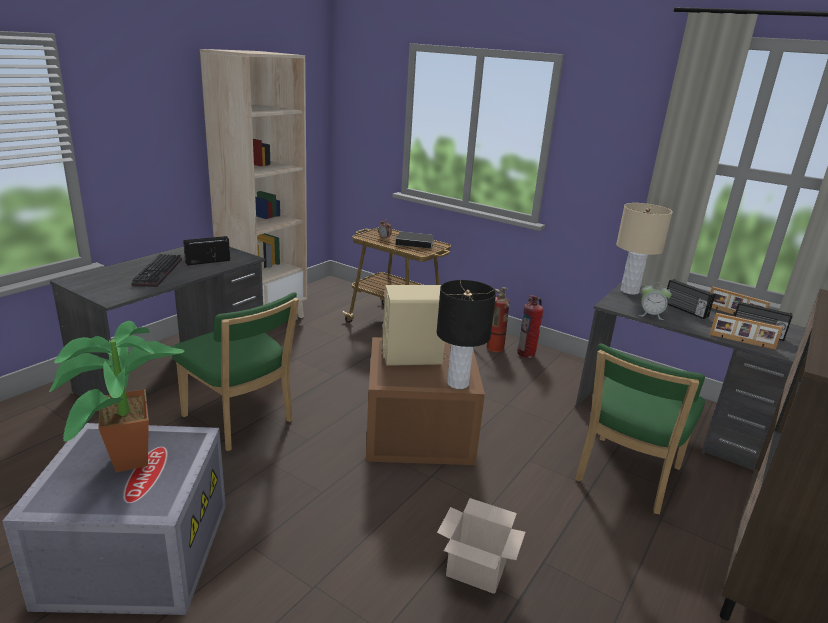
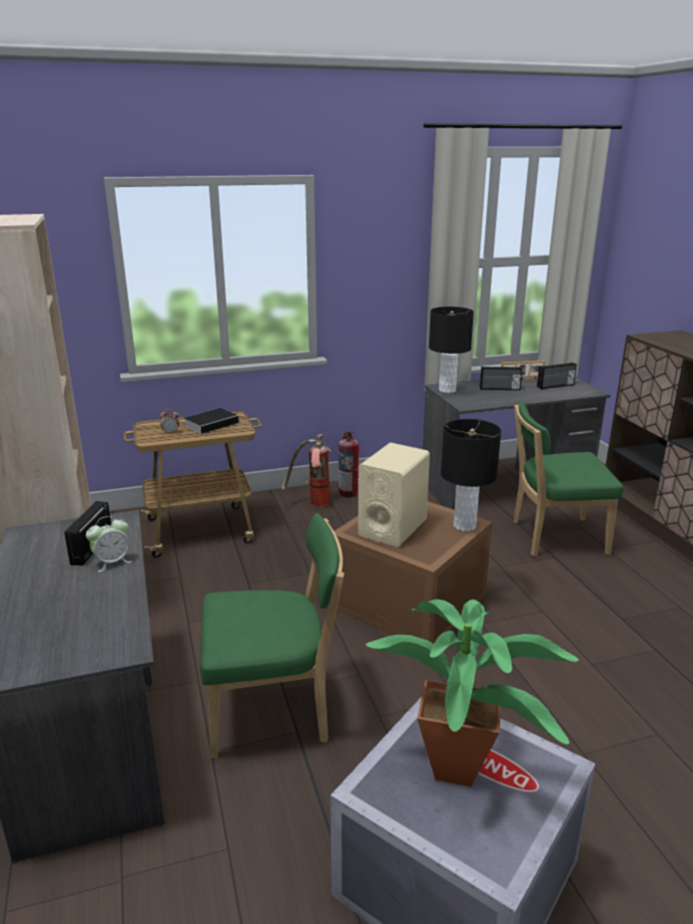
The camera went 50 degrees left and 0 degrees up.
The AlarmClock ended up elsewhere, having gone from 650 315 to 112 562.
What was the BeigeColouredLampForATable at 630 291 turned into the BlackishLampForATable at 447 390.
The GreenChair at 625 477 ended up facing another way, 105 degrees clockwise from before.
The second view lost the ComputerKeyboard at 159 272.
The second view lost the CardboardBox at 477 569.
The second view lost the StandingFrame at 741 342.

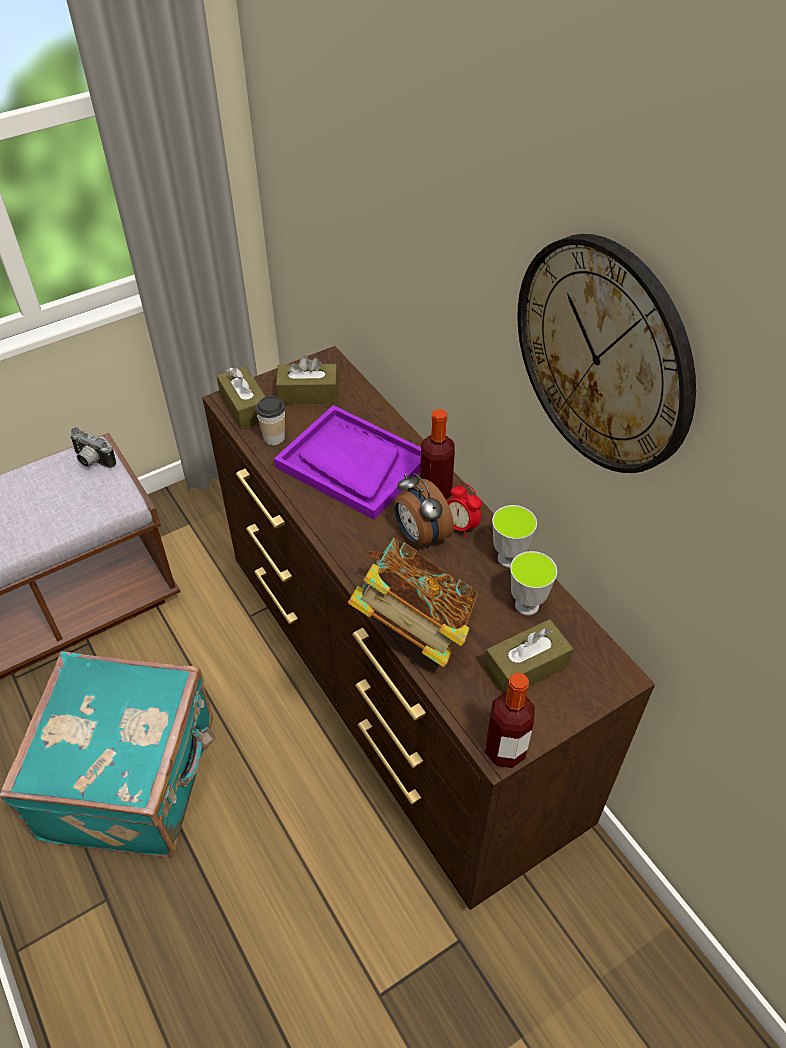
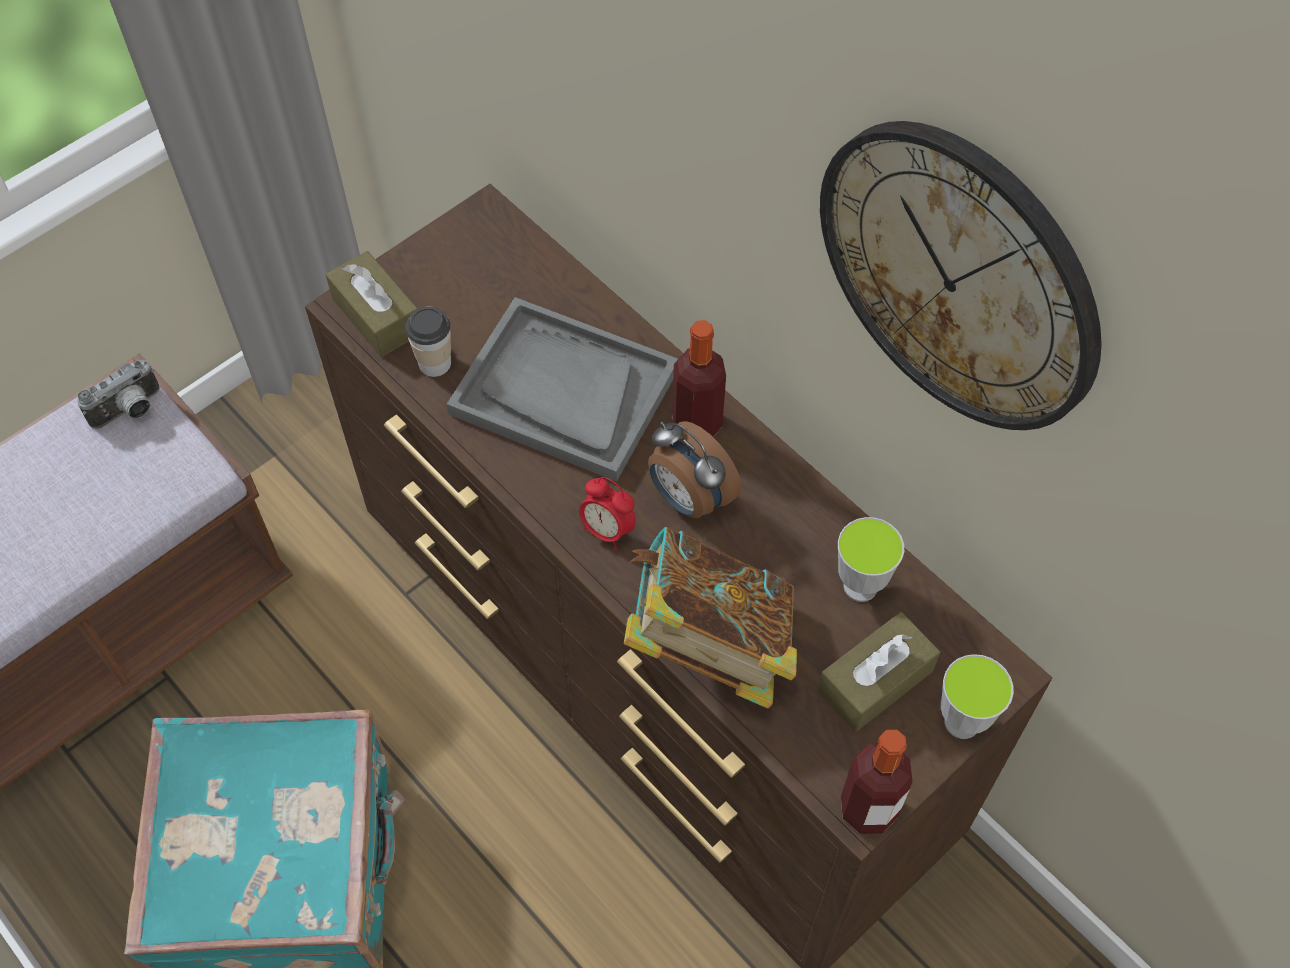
The camera went 10 degrees left and 10 degrees up.
The StillCamera at 92 461 ended up facing another way, 60 degrees counterclockwise from before.
What was the PurplishCarryingTray at 352 464 turned into the GreyishCarryingTray at 563 392.
The AlarmClock ended up elsewhere, having gone from 461 526 to 607 530.
The DrinkingCup ended up elsewhere, having gone from 509 558 to 962 722.
The second view lost the BrownishTissueHolder at 308 394.

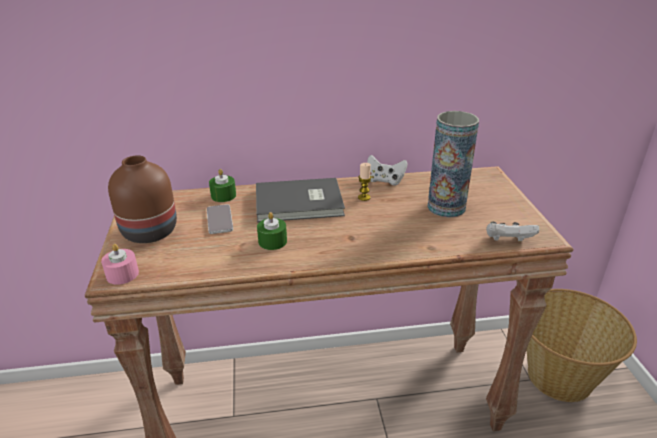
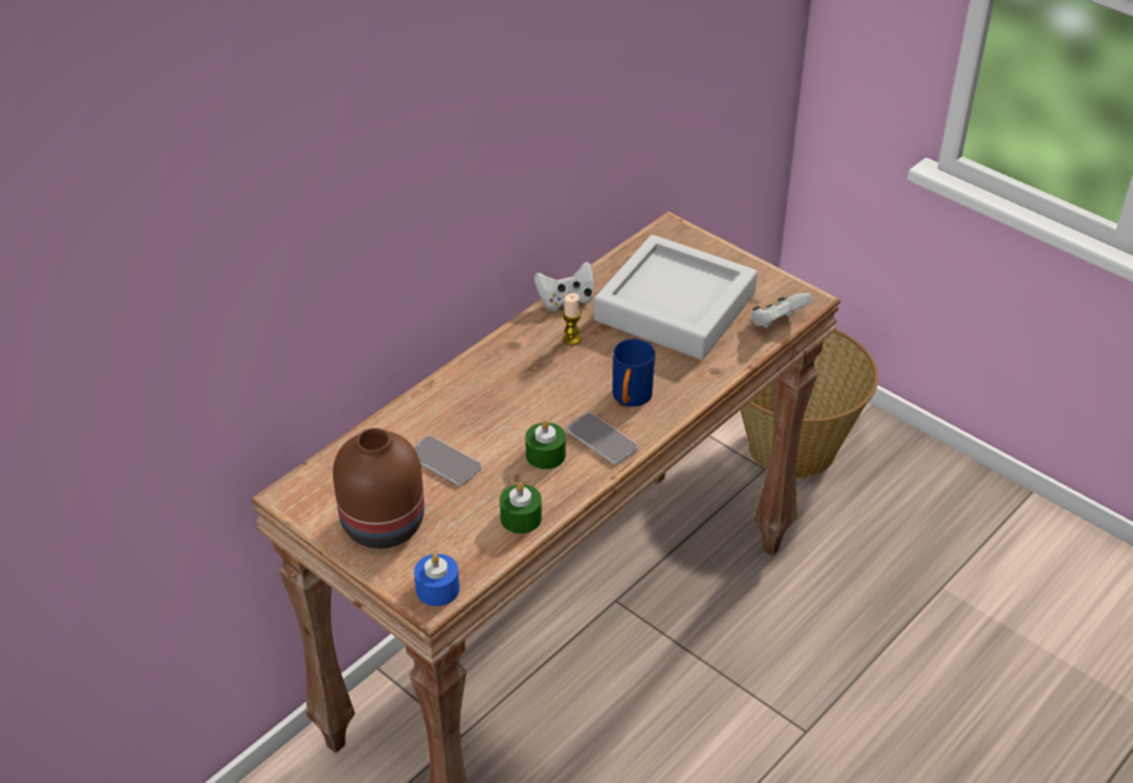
The camera went 40 degrees left and 10 degrees up.
What was the PinkWaxCandle at 122 274 turned into the BlueWaxCandle at 437 589.
The GreenWaxCandle ended up elsewhere, having gone from 223 195 to 521 518.
The second view gained the Phone at 602 439.
Where the FlowerVase stood at 446 207, the GreyishCarryingTray came to stand at 675 307.
The second view gained the BlueCoffeeMug at 630 399.
The second view lost the GreyishBoundBook at 300 203.

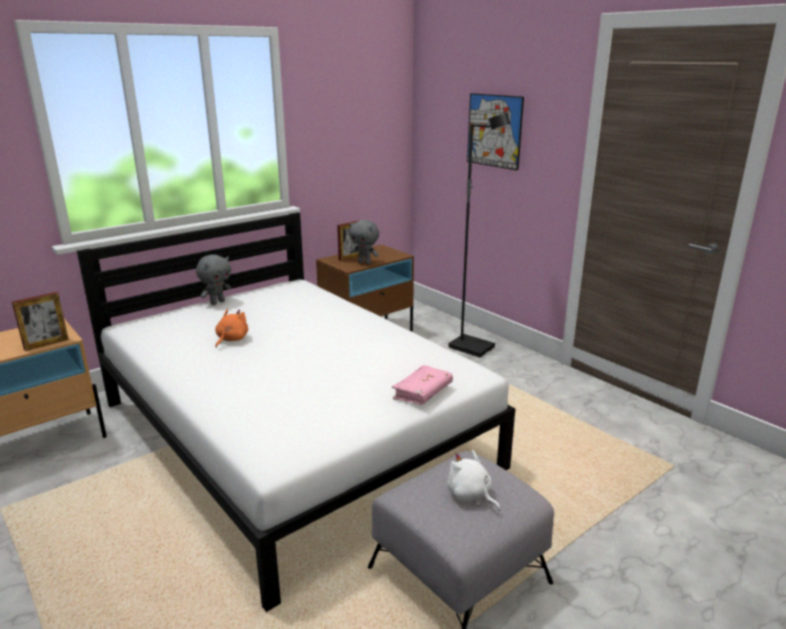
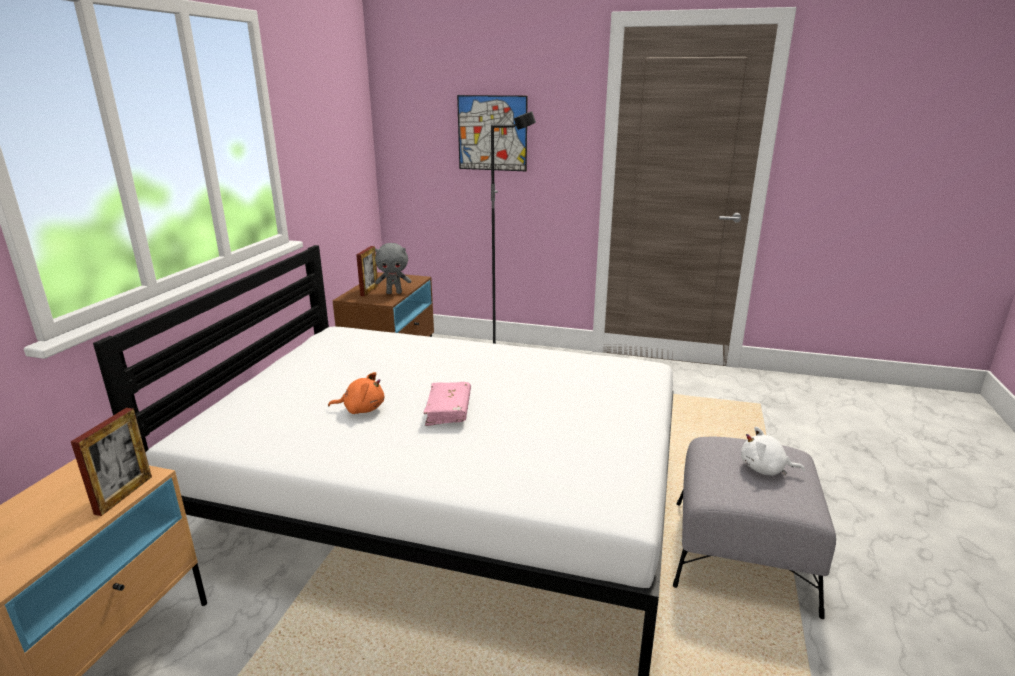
The camera went 35 degrees left and 0 degrees up.
The OrangeySoftToy at 231 339 ended up facing another way, 105 degrees clockwise from before.
The PinkBoundBook ended up elsewhere, having gone from 422 392 to 448 410.
The second view lost the GreyishSoftToy at 217 302.

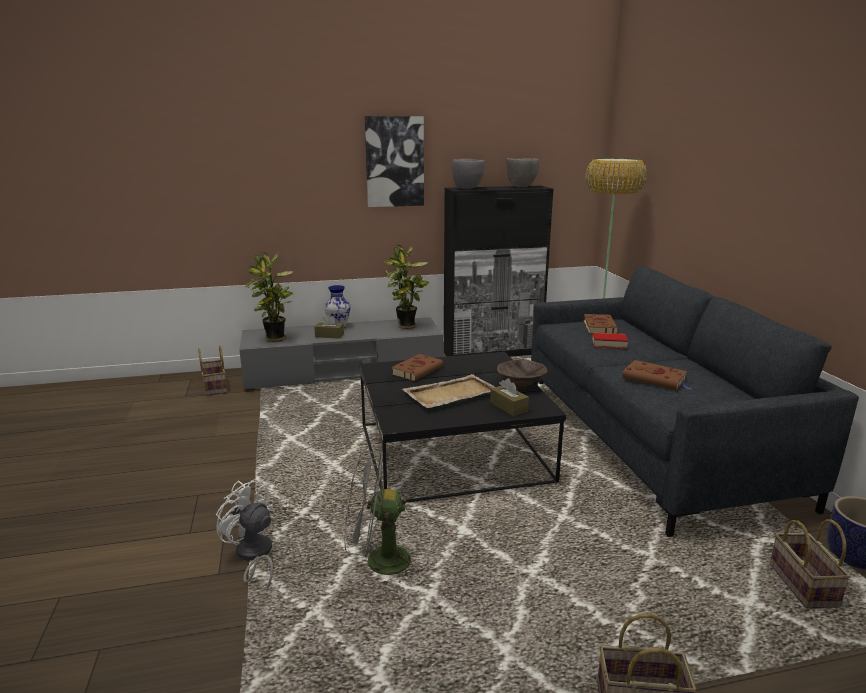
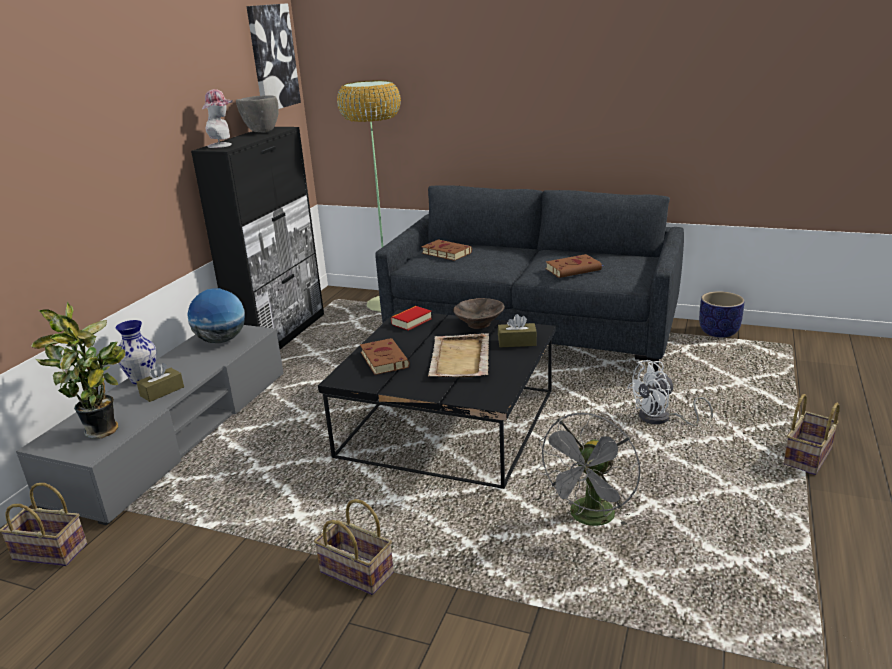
The camera went 55 degrees left and 5 degrees up.
Where the PlantInAPot stood at 407 327, the DeskGlobe came to stand at 221 340.
Where the GreyishServingBowl stood at 468 188, the Hat came to stand at 223 145.
The WallPicture ended up elsewhere, having gone from 394 161 to 272 57.
The HouseholdBasket ended up elsewhere, having gone from 800 584 to 354 572.
The BoundBook ended up elsewhere, having gone from 609 344 to 411 321.
The WhitishElectricFan ended up elsewhere, having gone from 253 556 to 661 419.

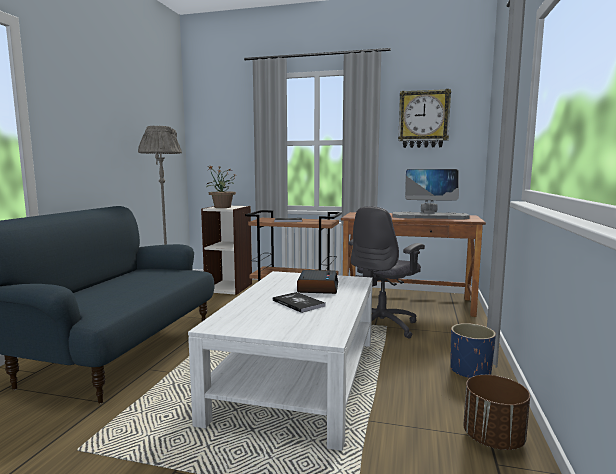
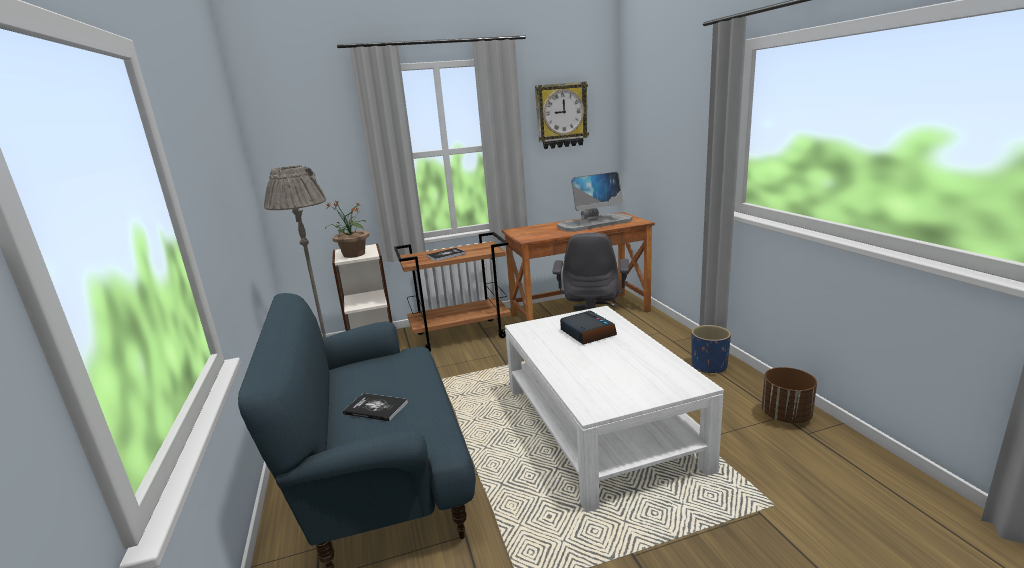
The camera went 30 degrees left and 10 degrees up.
The BoundBook ended up elsewhere, having gone from 298 303 to 376 408.

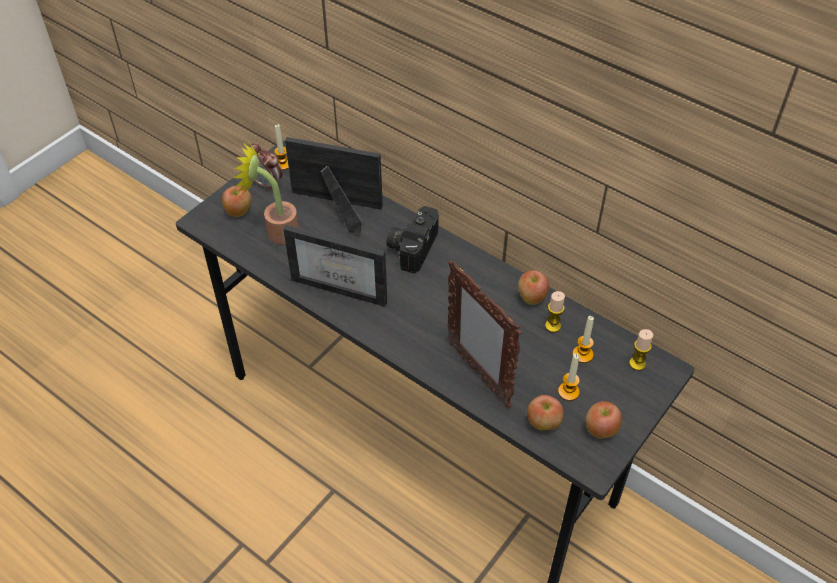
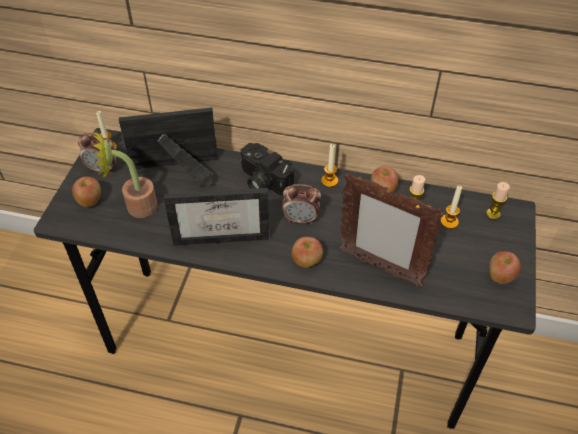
The camera went 25 degrees left and 0 degrees up.
The StillCamera at 412 246 ended up facing another way, 45 degrees counterclockwise from before.
The second view gained the AlarmClock at 300 219.
The WholeApple ended up elsewhere, having gone from 543 423 to 306 262.
The WaxCandle ended up elsewhere, having gone from 568 392 to 329 181.

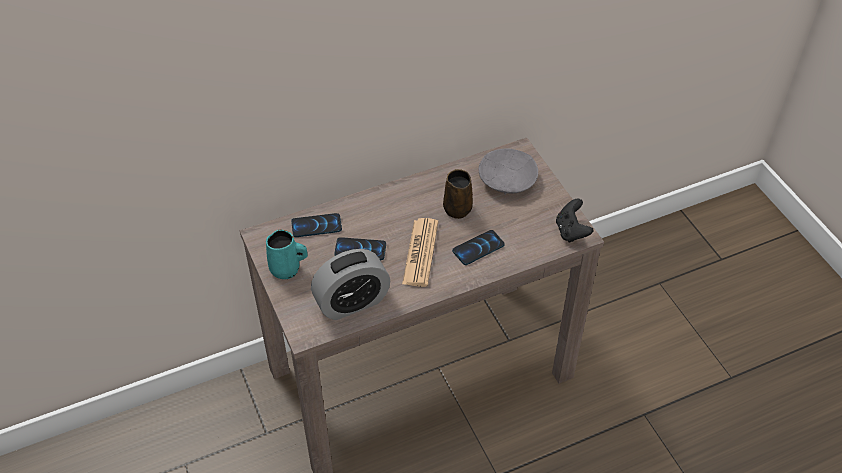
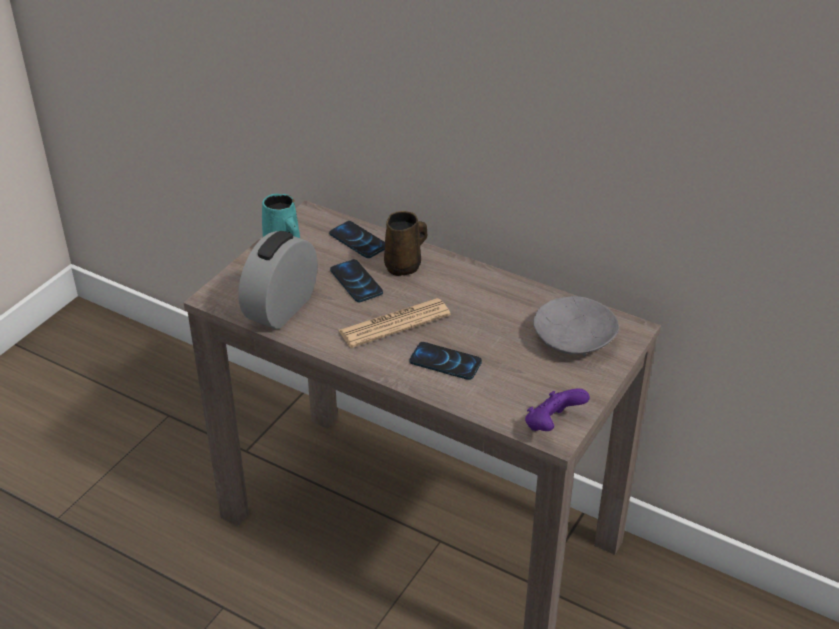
The camera went 55 degrees right and 10 degrees down.
The AlarmClock at 352 302 ended up facing another way, 90 degrees clockwise from before.
The BrownishCoffeeMug ended up elsewhere, having gone from 457 208 to 404 266.
What was the BlackishGamepad at 571 231 turned into the PurplishGamepad at 552 425.

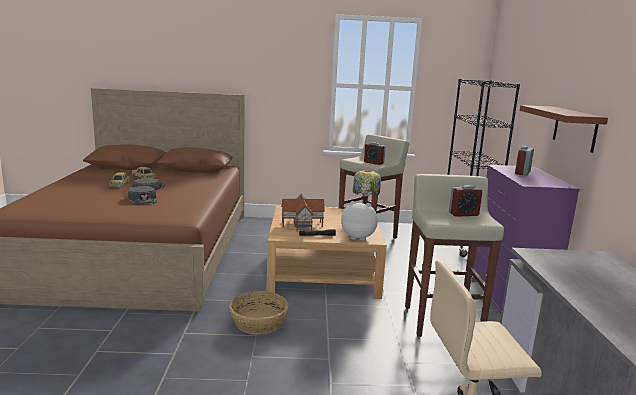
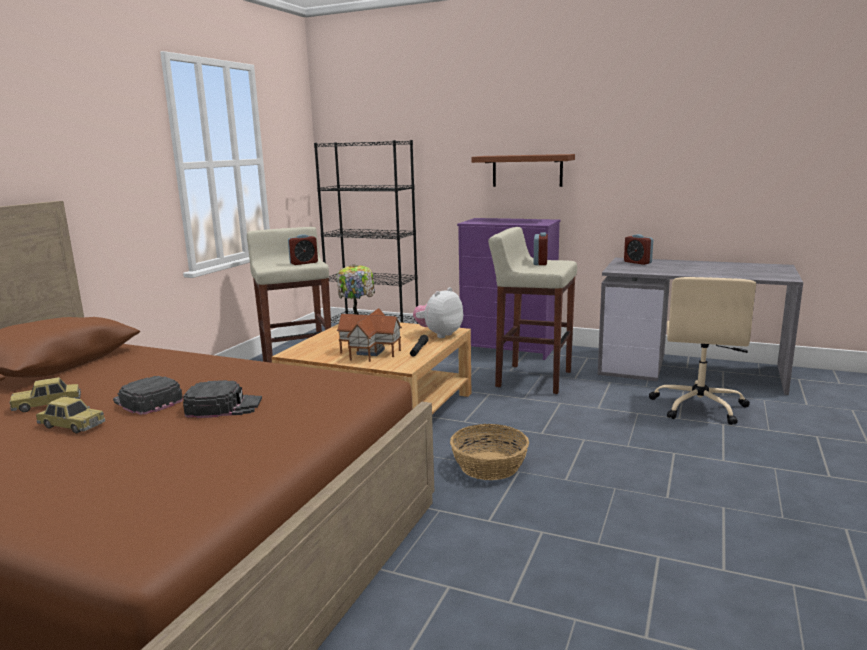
The camera went 65 degrees left and 0 degrees up.
The AlarmClock ended up elsewhere, having gone from 522 173 to 637 262.

